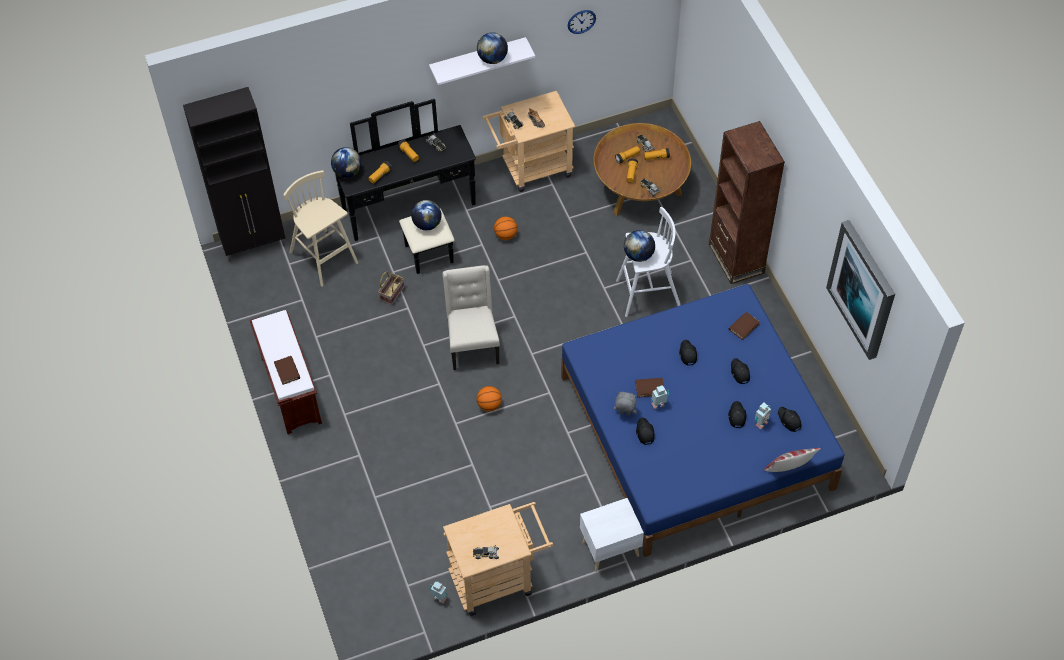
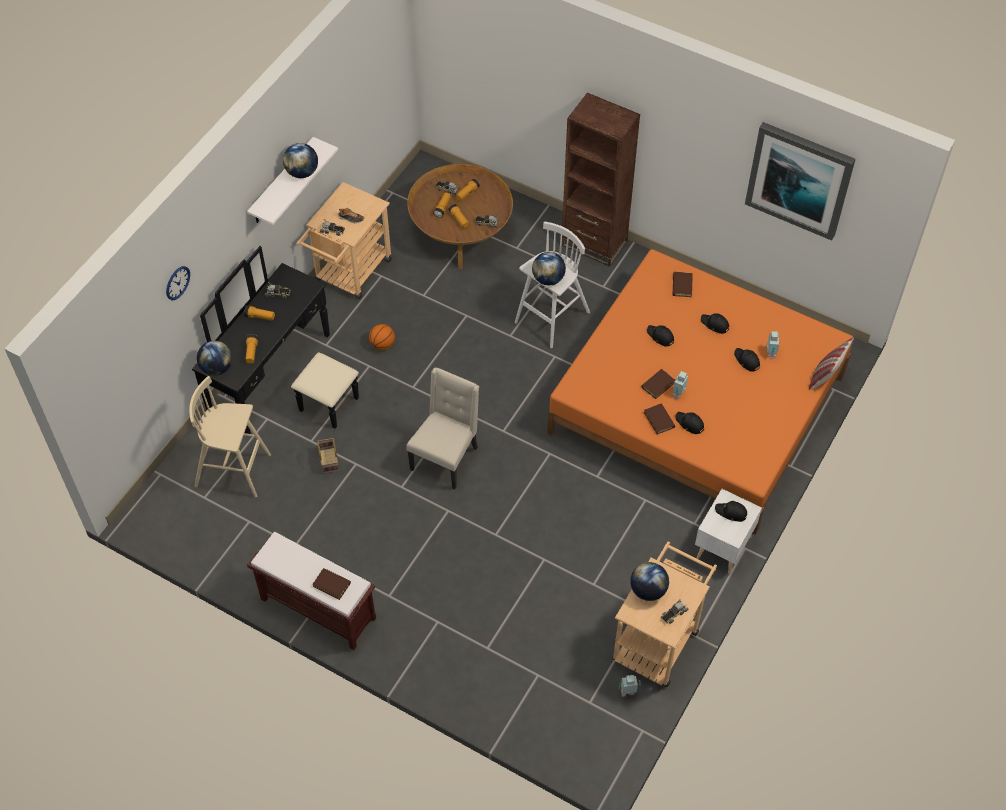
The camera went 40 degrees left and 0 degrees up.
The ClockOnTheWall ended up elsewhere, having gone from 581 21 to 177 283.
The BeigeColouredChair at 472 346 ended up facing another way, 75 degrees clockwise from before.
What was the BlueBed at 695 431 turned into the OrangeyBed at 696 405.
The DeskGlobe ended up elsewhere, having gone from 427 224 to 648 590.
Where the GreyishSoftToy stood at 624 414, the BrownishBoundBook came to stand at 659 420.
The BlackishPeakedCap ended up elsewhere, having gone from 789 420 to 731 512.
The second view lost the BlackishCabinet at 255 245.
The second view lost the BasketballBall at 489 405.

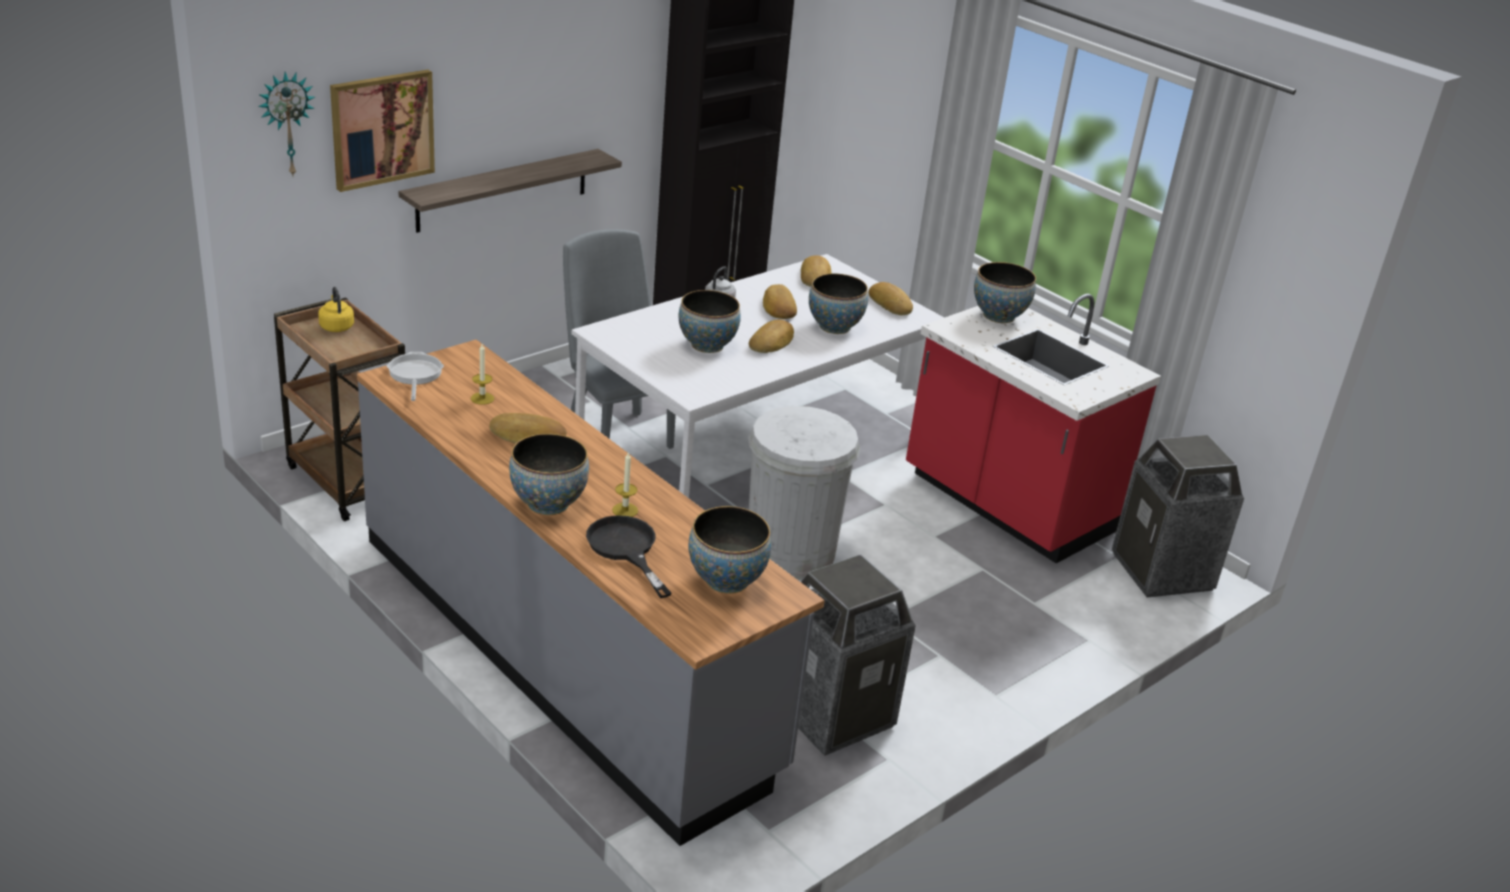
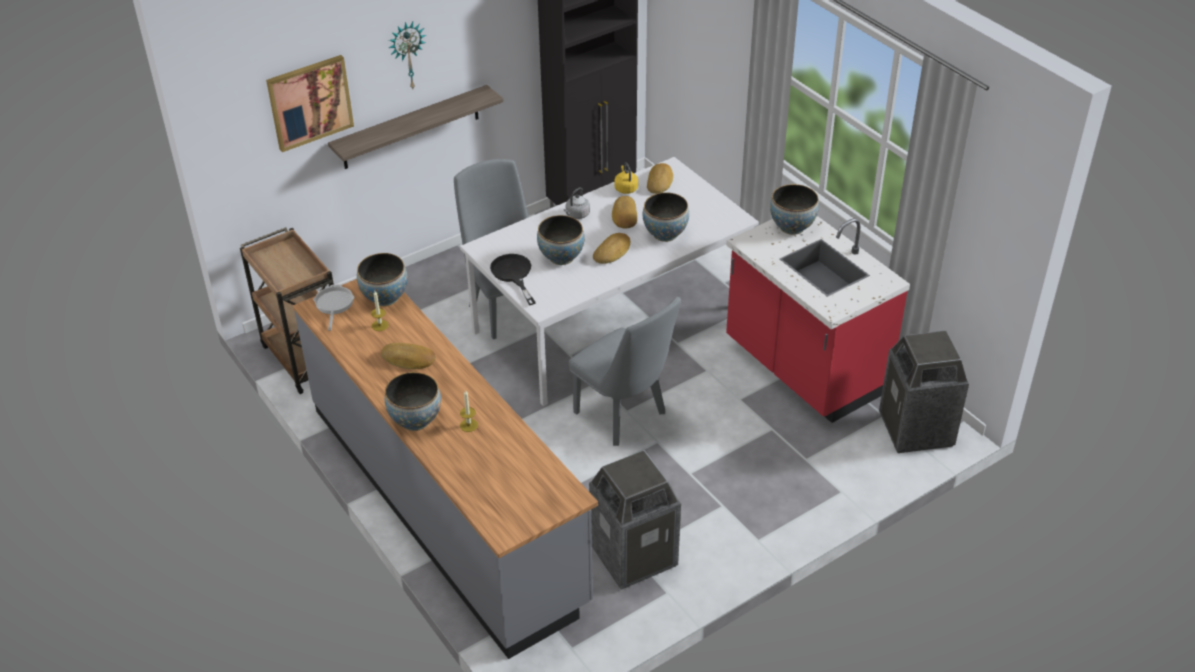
The camera went 10 degrees right and 10 degrees up.
The ServingBowl ended up elsewhere, having gone from 726 580 to 385 297.
The ClockOnTheWall ended up elsewhere, having gone from 286 123 to 407 55.
The BlackishPan ended up elsewhere, having gone from 626 549 to 513 275.
Where the WhitishTrashCan stood at 790 553, the GreyishChair came to stand at 625 417.
The YellowColouredKettle ended up elsewhere, having gone from 336 326 to 625 188.
The second view lost the BakedBread at 891 303.

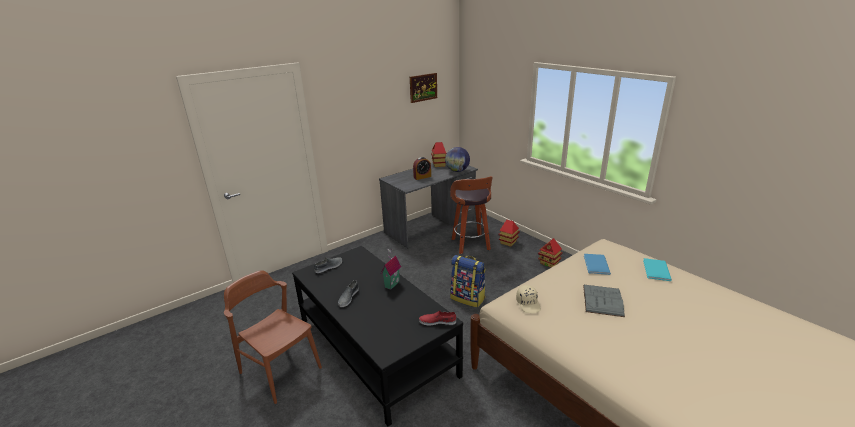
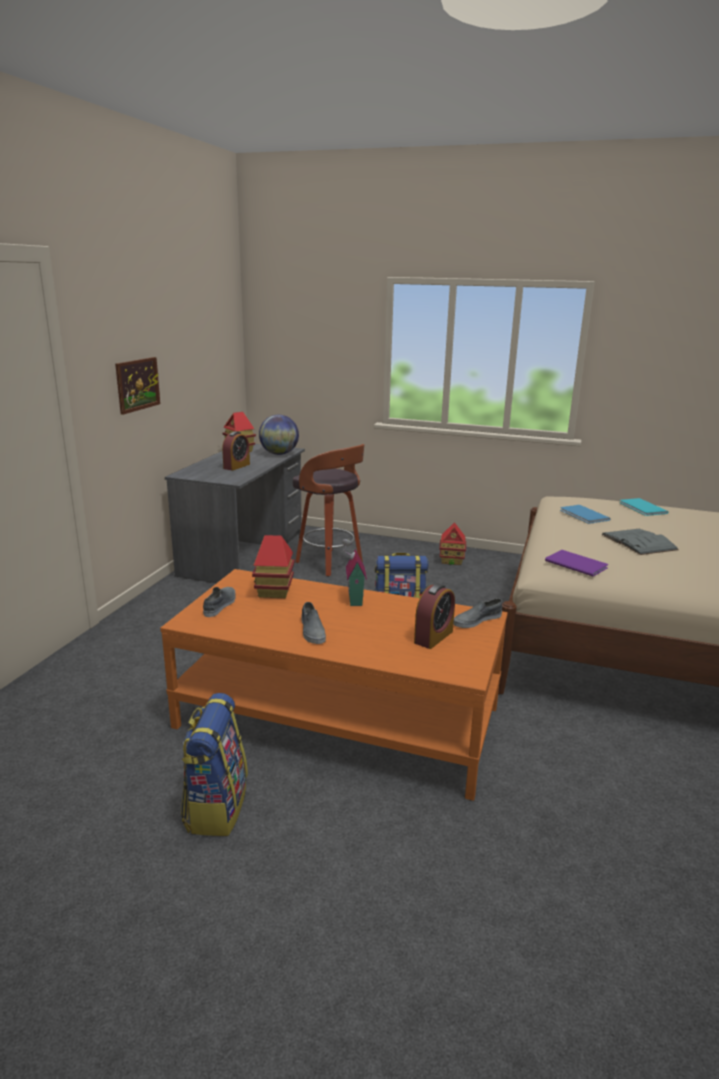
The camera went 35 degrees left and 5 degrees down.
The WallPicture ended up elsewhere, having gone from 423 87 to 137 384.
What was the BlackishLowTable at 375 346 turned into the OrangeyLowTable at 337 717.
Where the BrownishChair stood at 280 370, the Backpack came to stand at 215 807.
The ModelHouse ended up elsewhere, having gone from 508 242 to 274 591.
The second view gained the AlarmClock at 433 637.
What was the RedColouredShoe at 437 321 turned into the GreyishShoe at 477 620.
Where the BeigeColouredPeakedCap stood at 528 304, the PurplishBoundBook came to stand at 575 563.

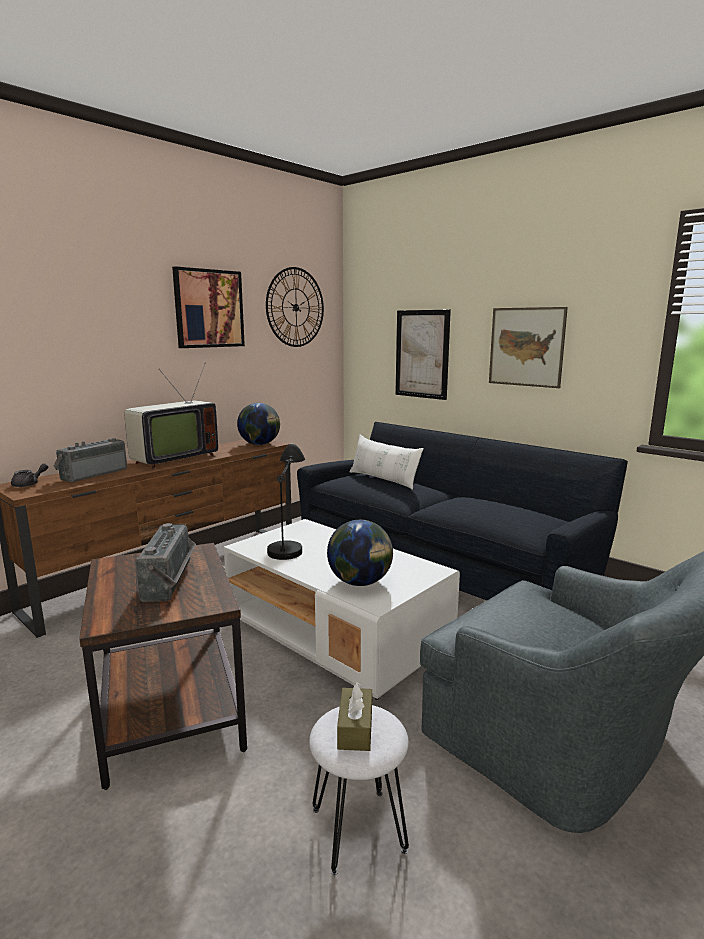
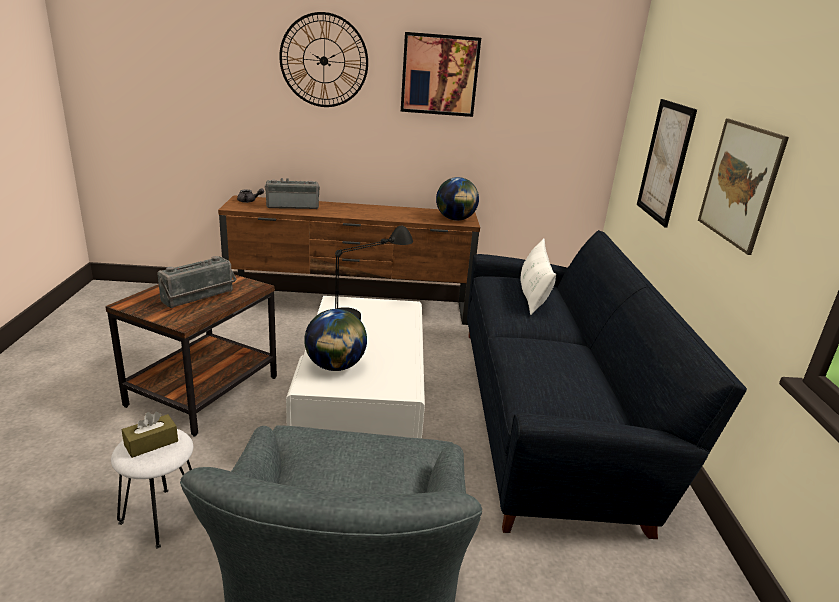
The camera went 45 degrees right and 10 degrees up.
The ClockOnTheWall ended up elsewhere, having gone from 295 307 to 324 61.
The second view lost the TvSet at 172 459.

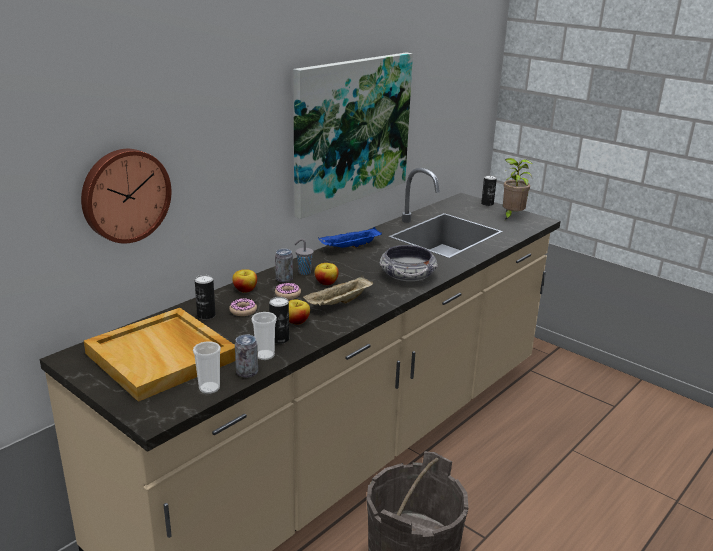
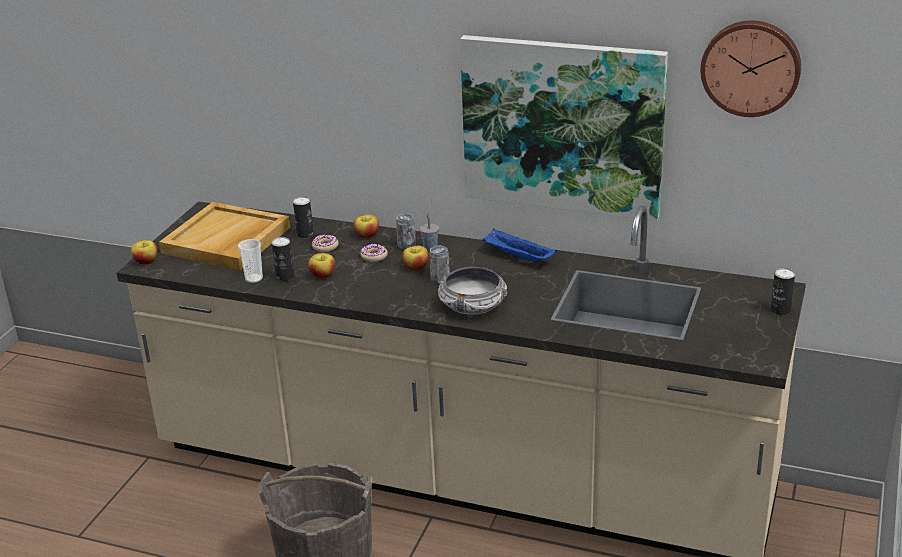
The camera went 70 degrees right and 5 degrees up.
The second view gained the WholeApple at 146 261.
The MetalCan ended up elsewhere, having gone from 247 372 to 440 279.
The ClockOnTheWall ended up elsewhere, having gone from 124 195 to 751 67.
The second view lost the DrinkingCup at 209 388.
The second view lost the BeigeColouredCarryingTray at 338 303.
The second view lost the PlantInAPot at 511 216.

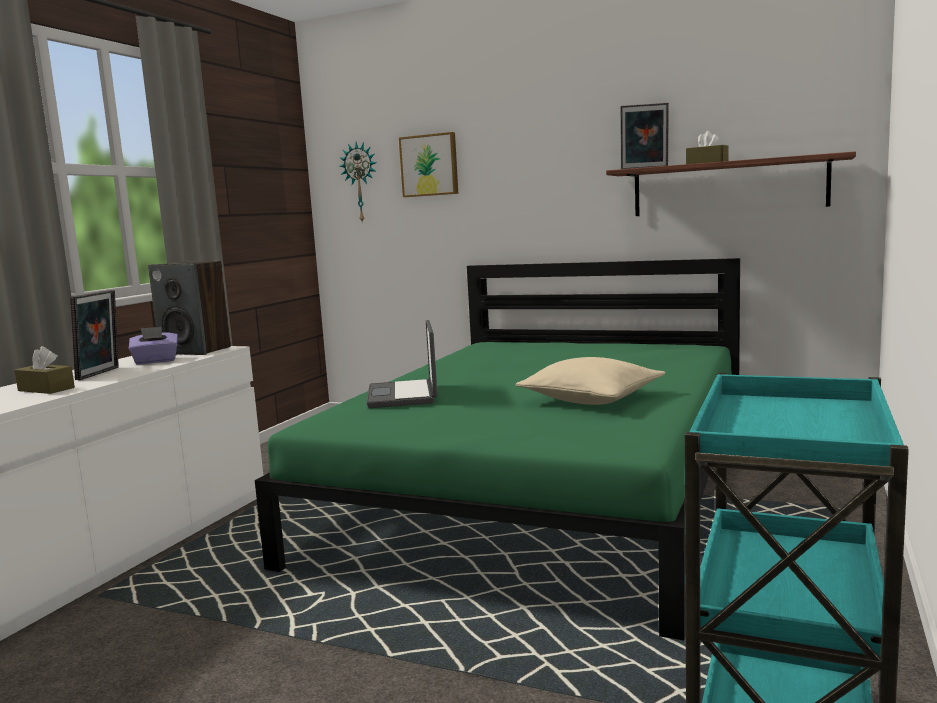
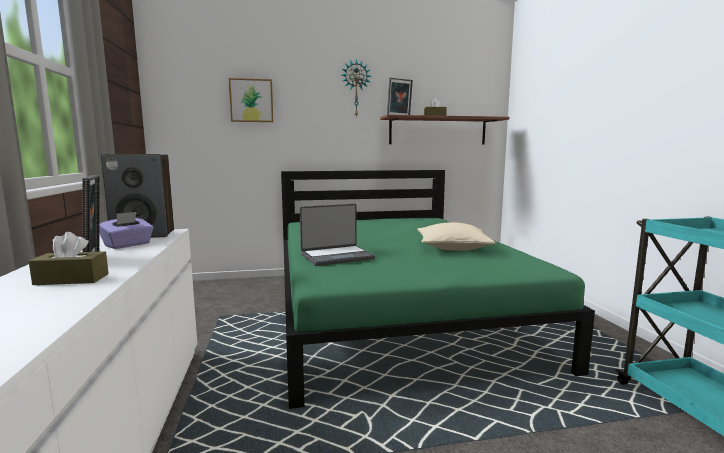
The camera went 35 degrees left and 0 degrees up.
The PortableComputer at 404 395 ended up facing another way, 75 degrees counterclockwise from before.
The ClockOnTheWall ended up elsewhere, having gone from 361 182 to 356 89.

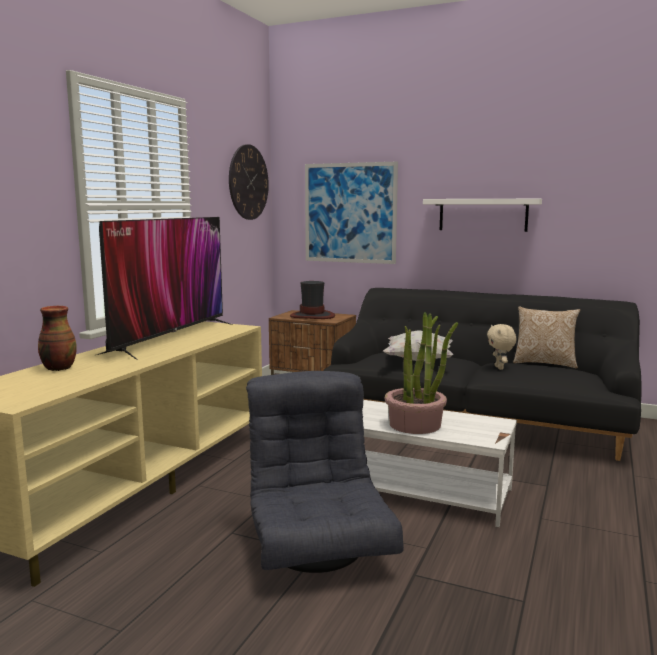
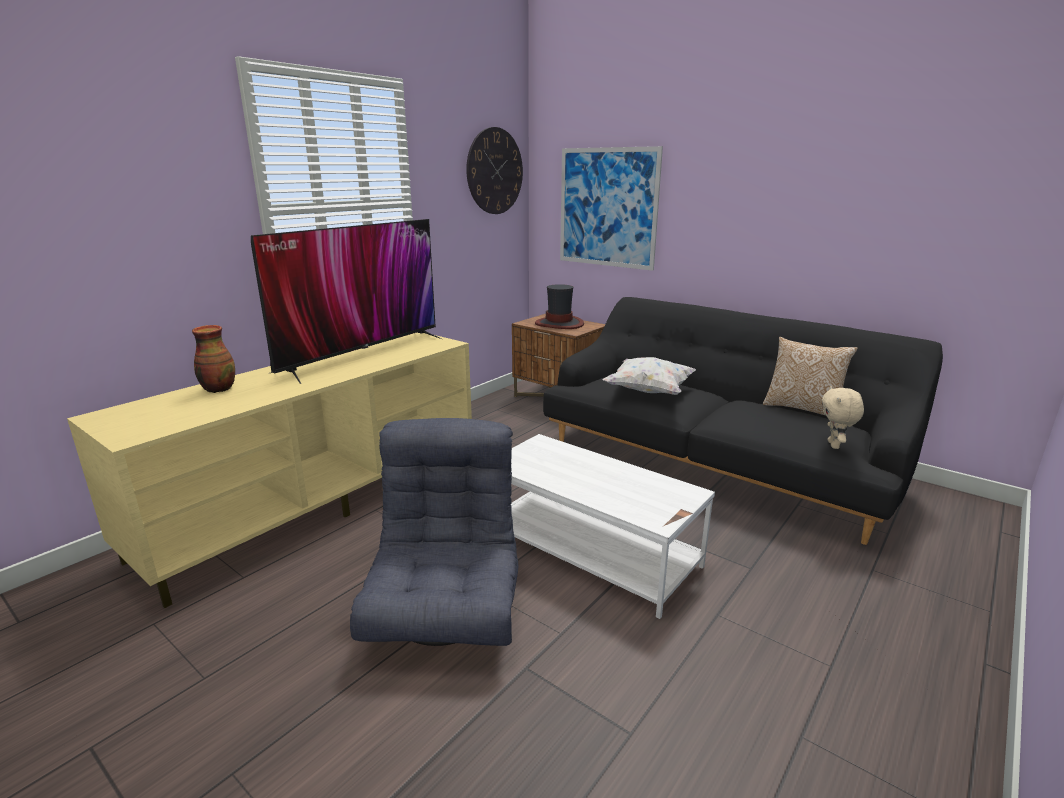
The camera went 15 degrees right and 10 degrees up.
The BeigeColouredSoftToy ended up elsewhere, having gone from 500 368 to 834 445.
The second view lost the PlantInAPot at 415 424.
The second view lost the WhitishShelf at 483 215.

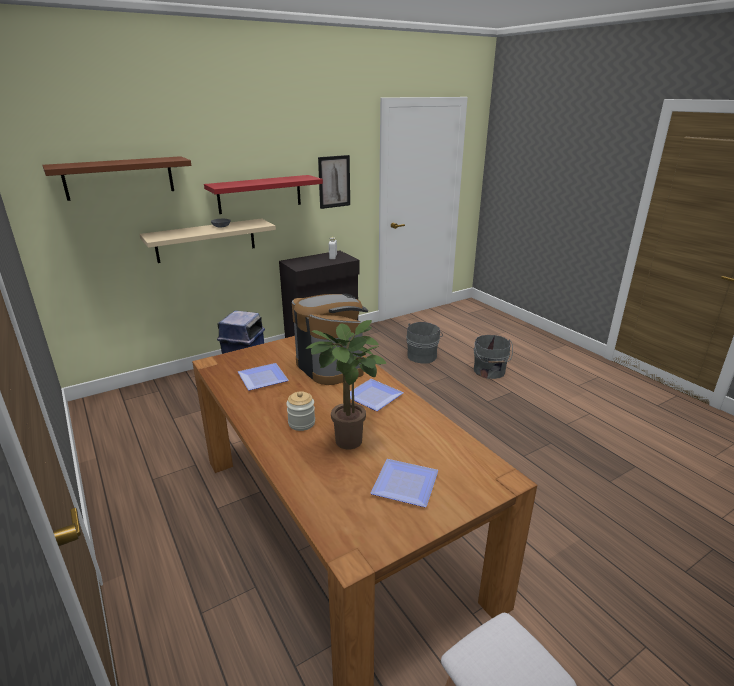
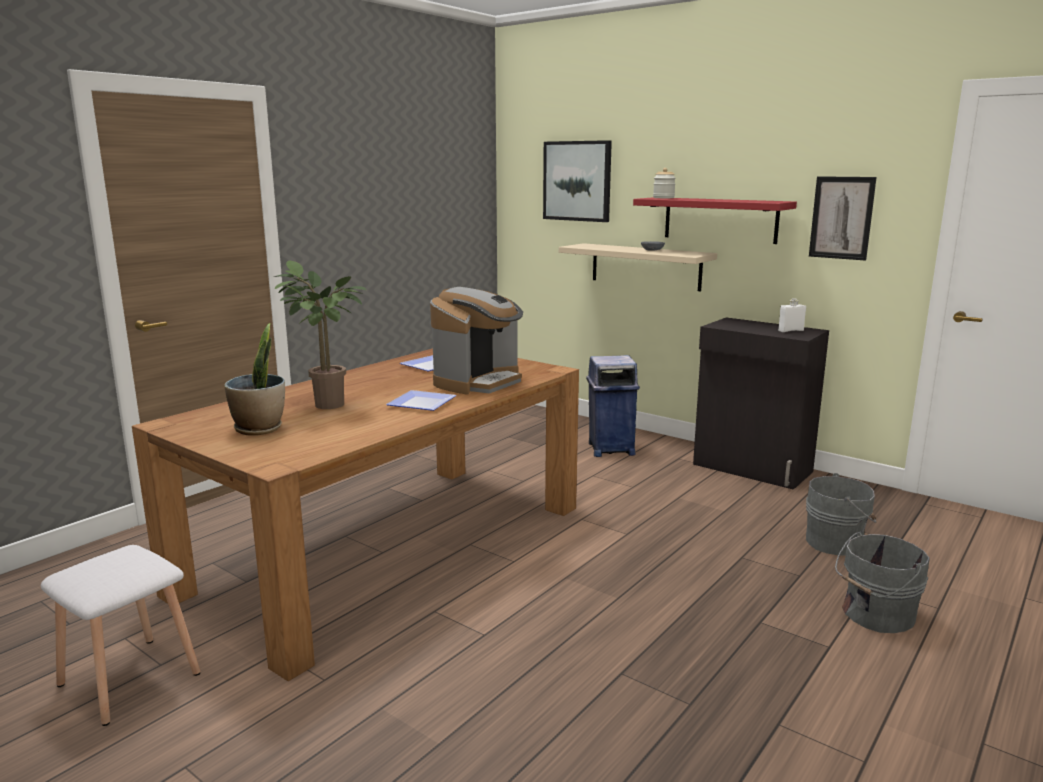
The camera went 70 degrees right and 10 degrees down.
Where the Plate stood at 402 485, the PlantInAPot came to stand at 259 429.
Where the BrownishShelf hung at 119 178, the WallPicture came to hang at 577 181.
The Jar ended up elsewhere, having gone from 301 423 to 663 198.

